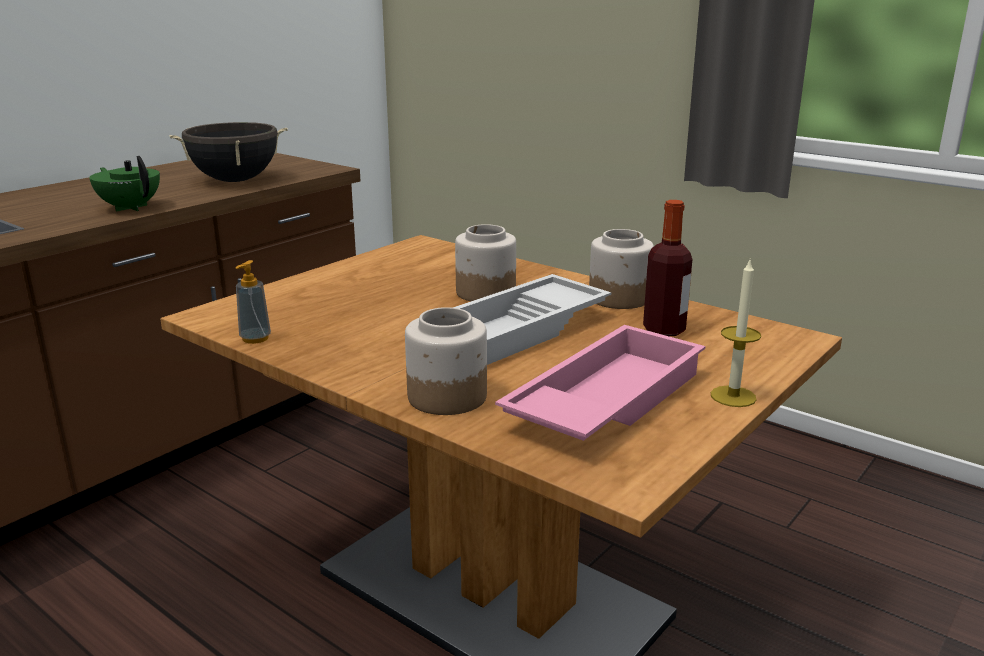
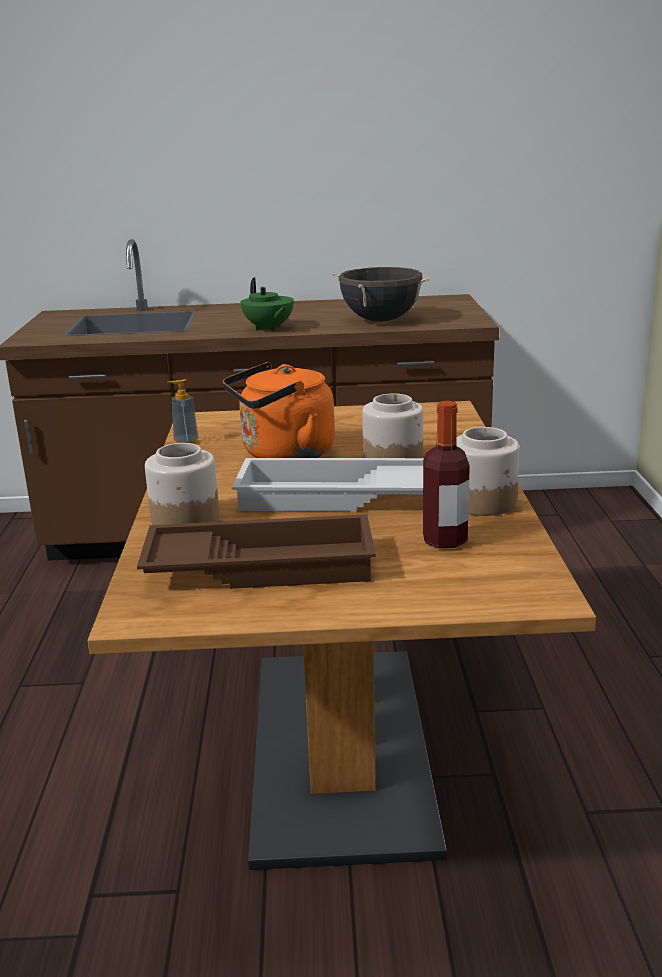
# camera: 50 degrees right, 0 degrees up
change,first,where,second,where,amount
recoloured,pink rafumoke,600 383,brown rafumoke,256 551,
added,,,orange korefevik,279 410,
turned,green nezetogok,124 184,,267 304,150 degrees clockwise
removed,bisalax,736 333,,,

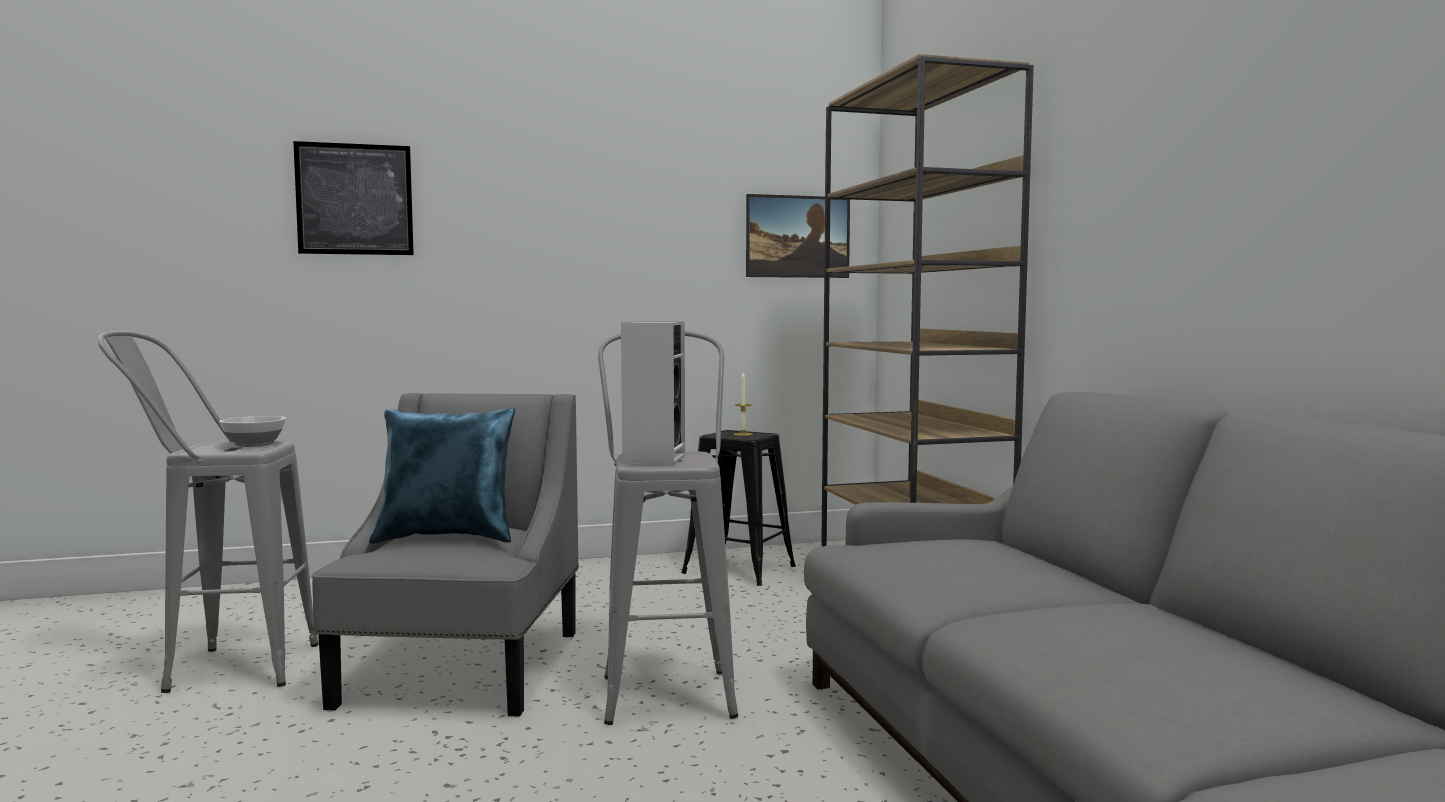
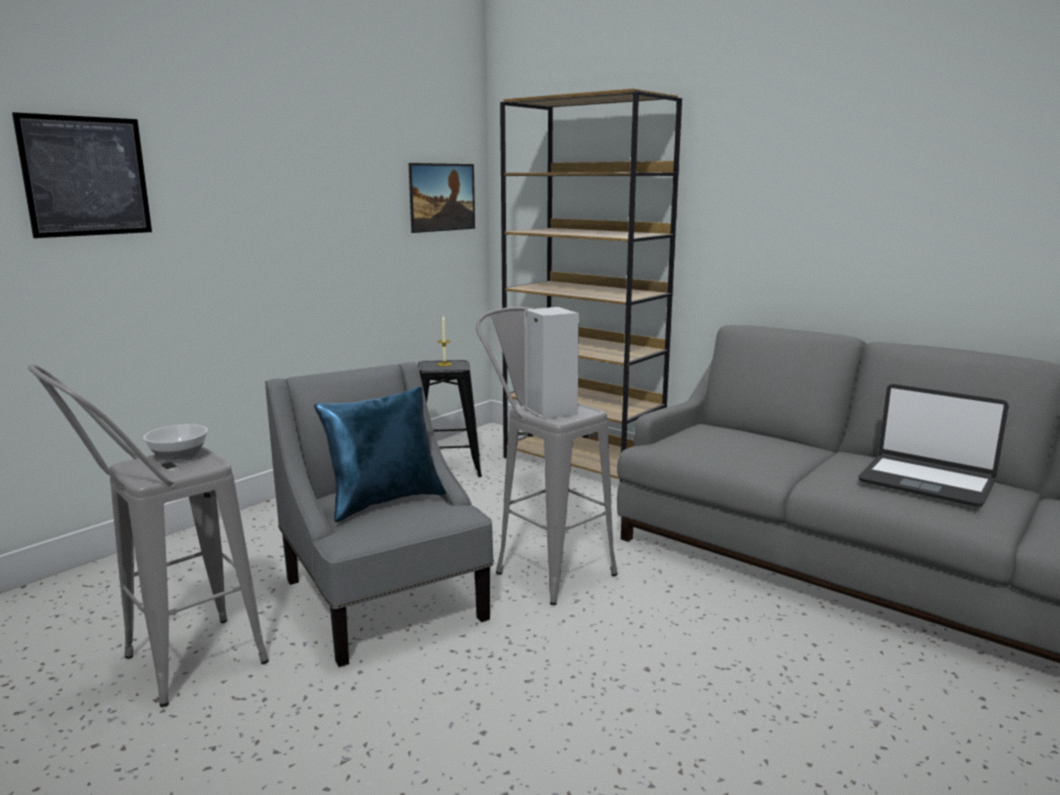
# camera: 35 degrees left, 10 degrees up
change,first,where,second,where,amount
added,,,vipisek,933 445,

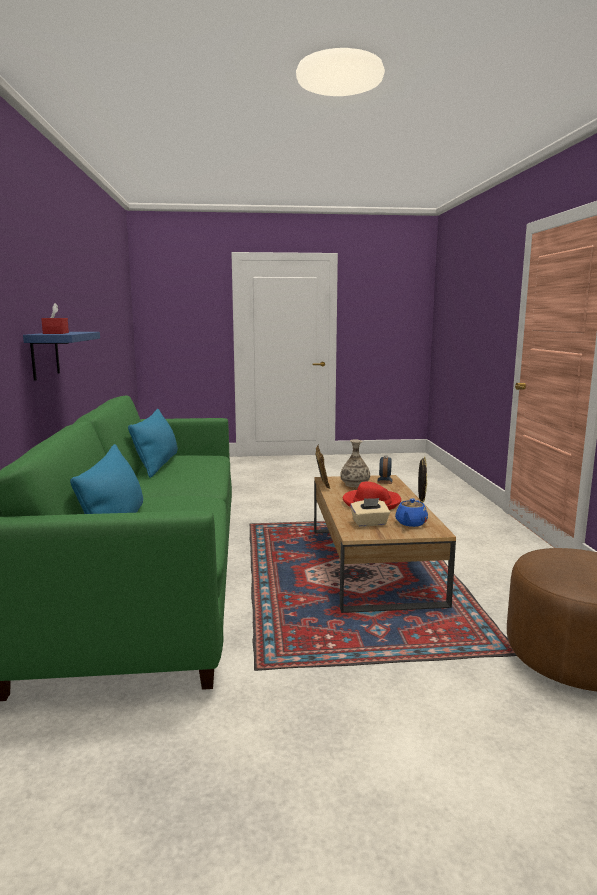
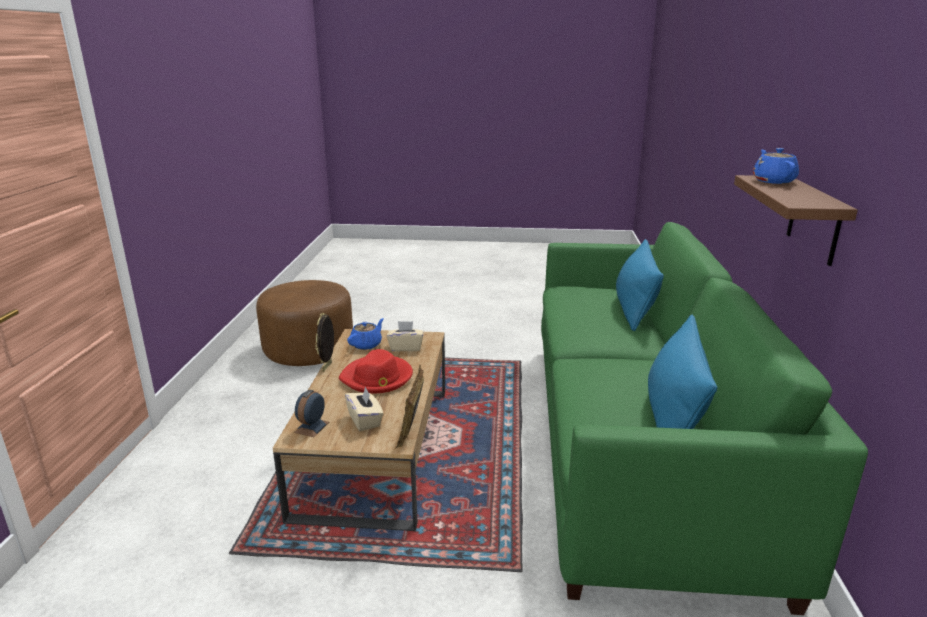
# camera: 170 degrees left, 10 degrees up
change,first,where,second,where,amount
replaced,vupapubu,355 463,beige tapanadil,364 408,
recoloured,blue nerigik,61 356,brown nerigik,796 220,
replaced,red tapanadil,55 318,blue nezetogok,776 166,

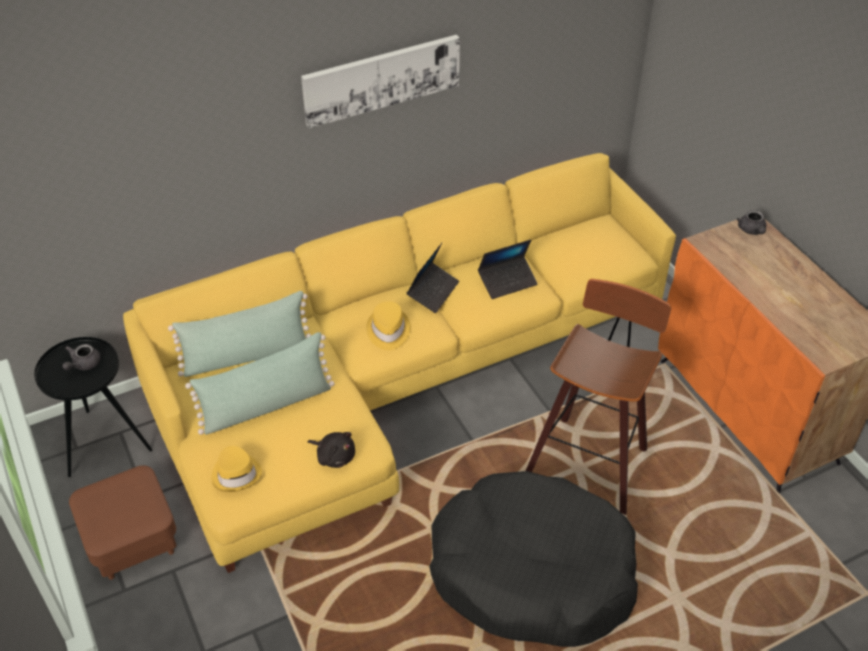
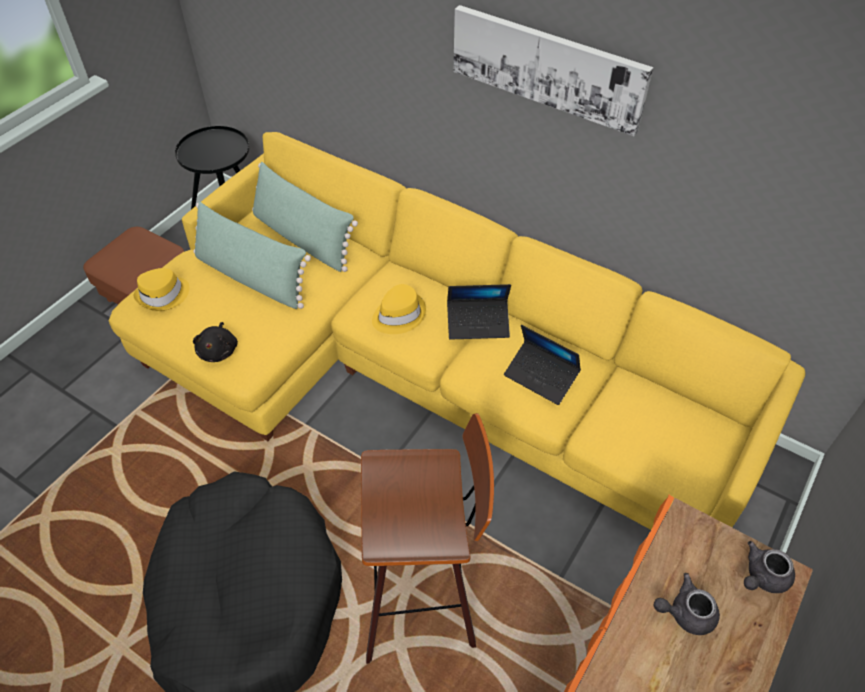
# camera: 60 degrees right, 5 degrees up
change,first,where,second,where,amount
moved,grey nezetogok,81 357,,687 604,

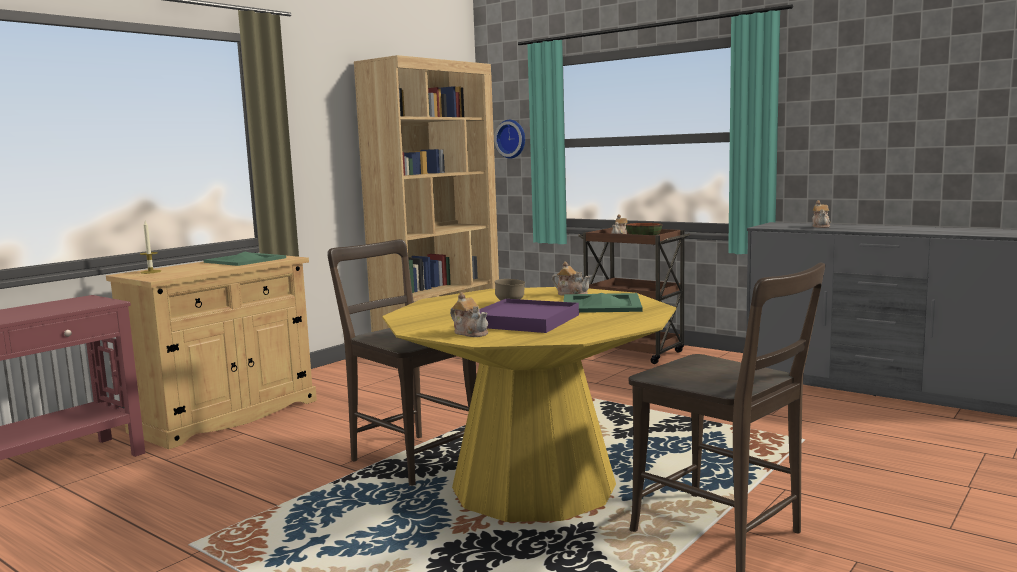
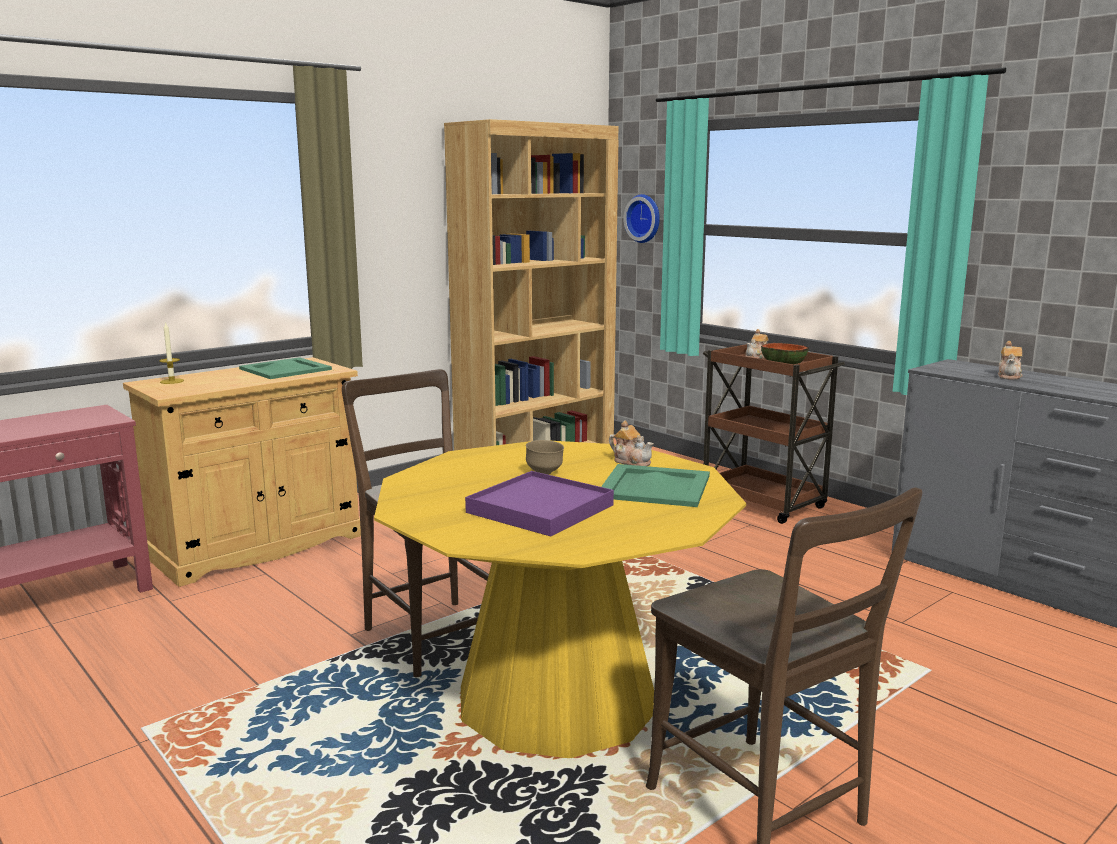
# camera: 10 degrees right, 5 degrees up
change,first,where,second,where,amount
removed,nezetogok,469 314,,,

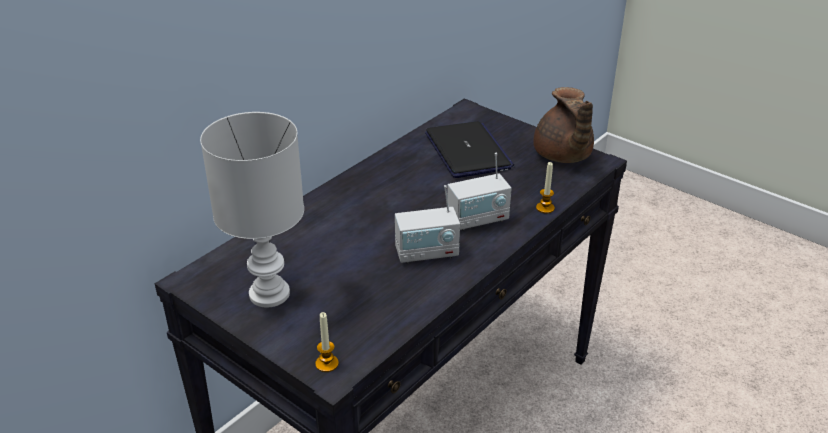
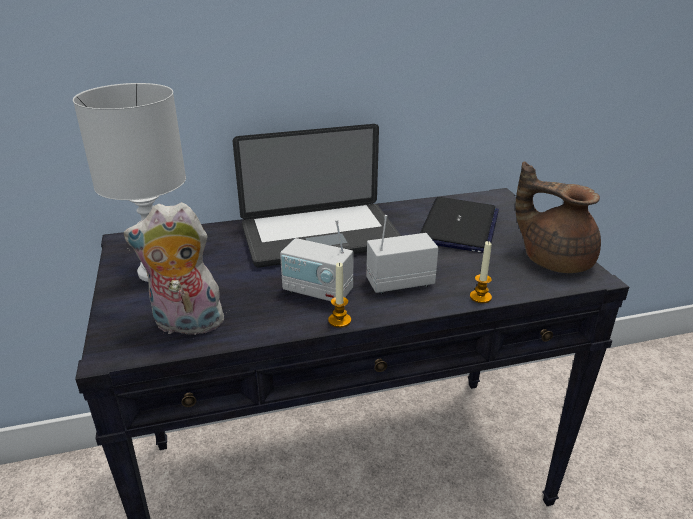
# camera: 35 degrees right, 5 degrees down
change,first,where,second,where,amount
added,,,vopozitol,177 270,
added,,,vipisek,317 195,
moved,bisalax,327 342,,339 295,
turned,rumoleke,479 192,,402 254,150 degrees clockwise
turned,brown nezetogok,563 125,,558 217,105 degrees clockwise

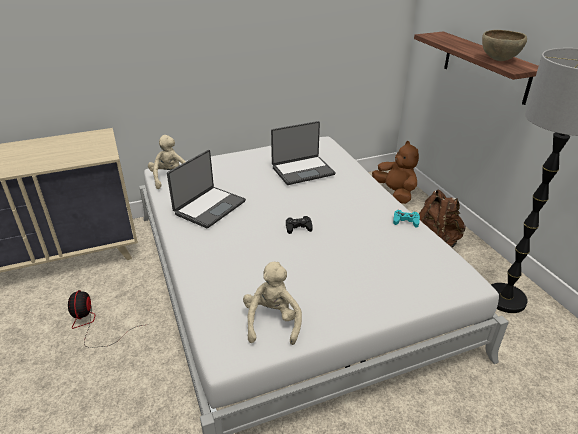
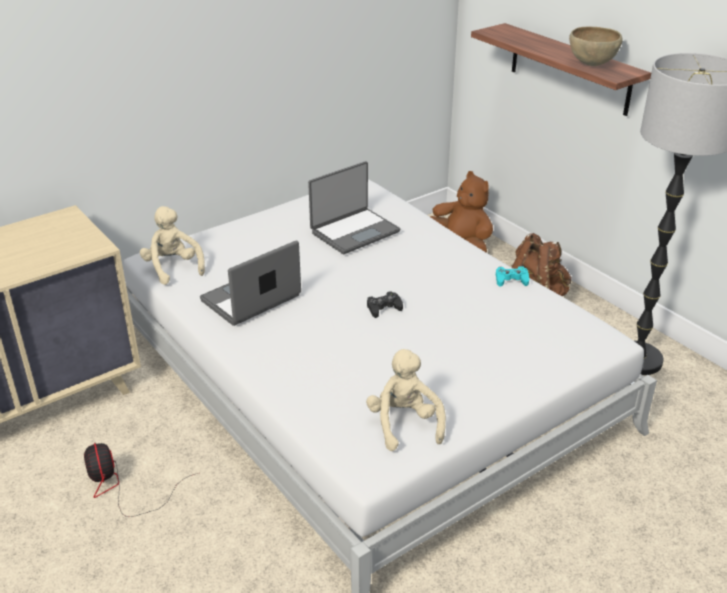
# camera: 15 degrees left, 0 degrees up
change,first,where,second,where,amount
turned,vipisek,206 189,,250 283,150 degrees counterclockwise

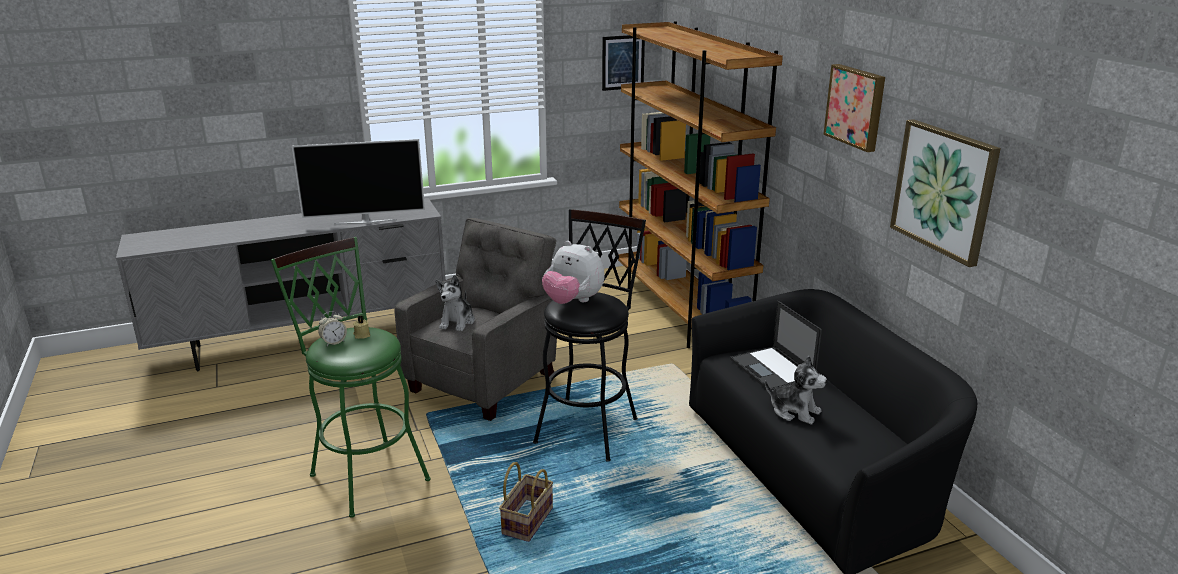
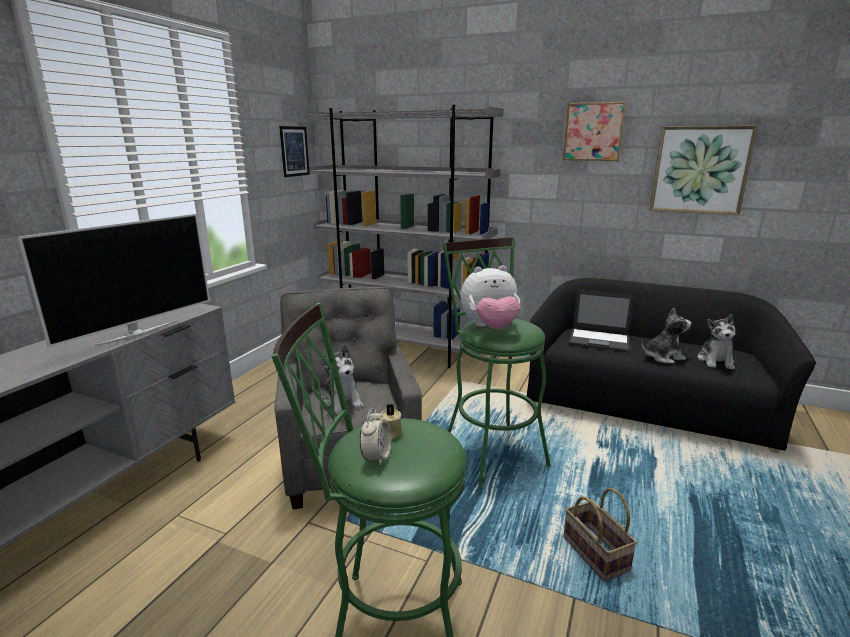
# camera: 45 degrees left, 5 degrees down
change,first,where,second,where,amount
recoloured,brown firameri,700 184,grey firameri,404 236,
recoloured,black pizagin,589 335,green pizagin,497 362,
added,,,vopozitol,716 342,

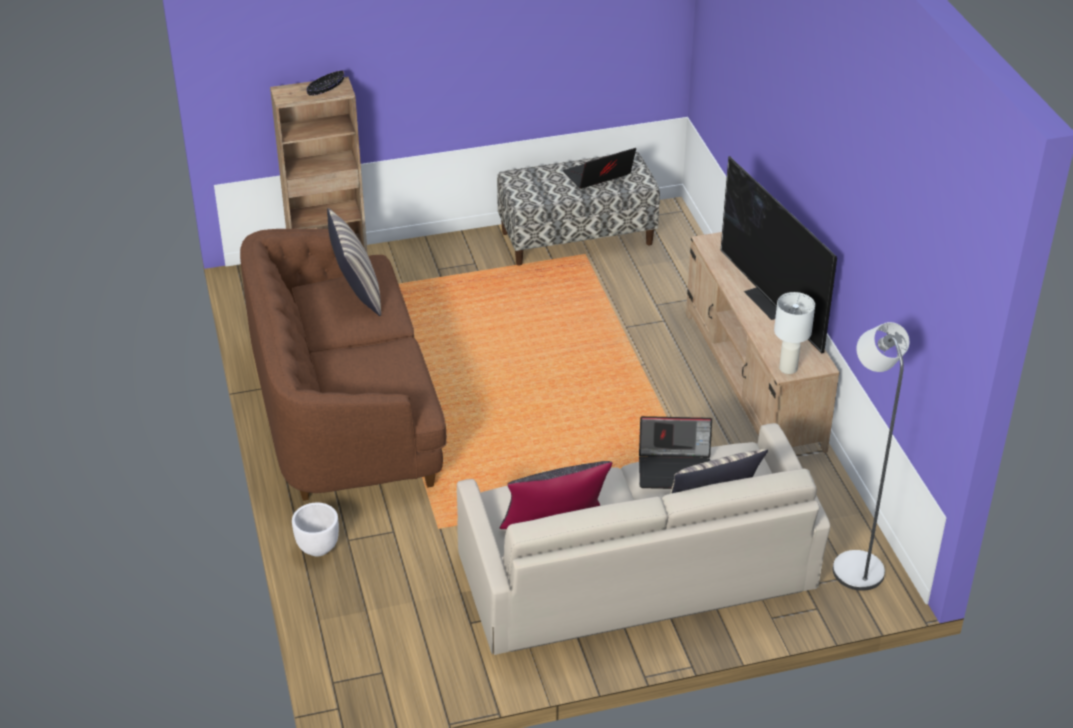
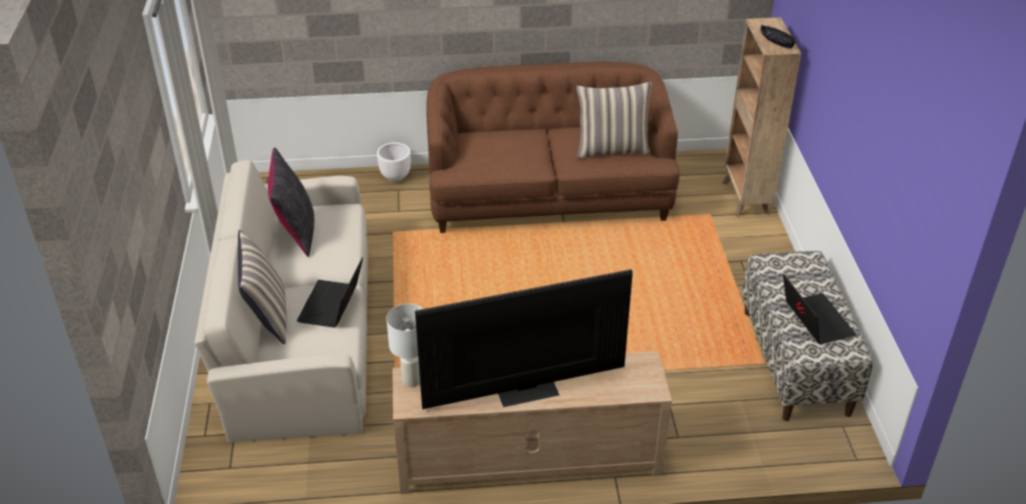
# camera: 100 degrees right, 0 degrees up
change,first,where,second,where,amount
removed,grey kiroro,871 456,,,

